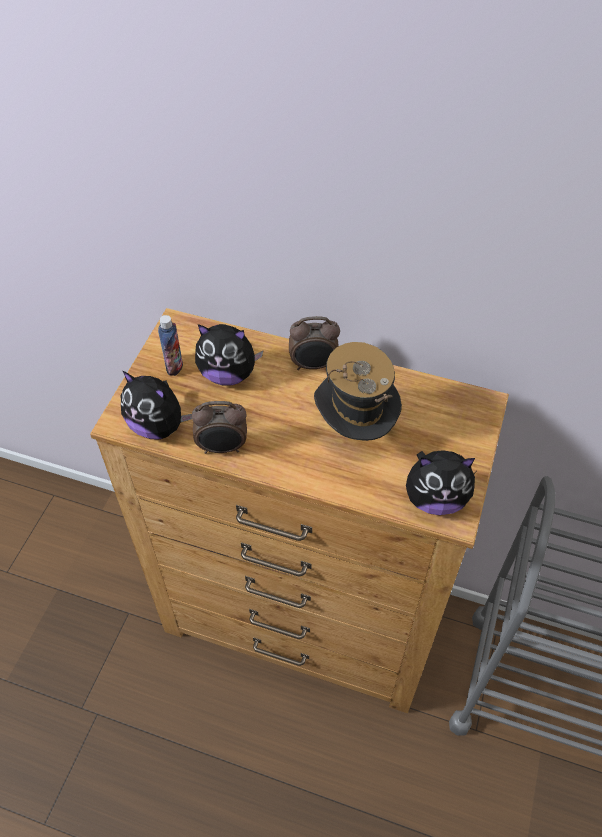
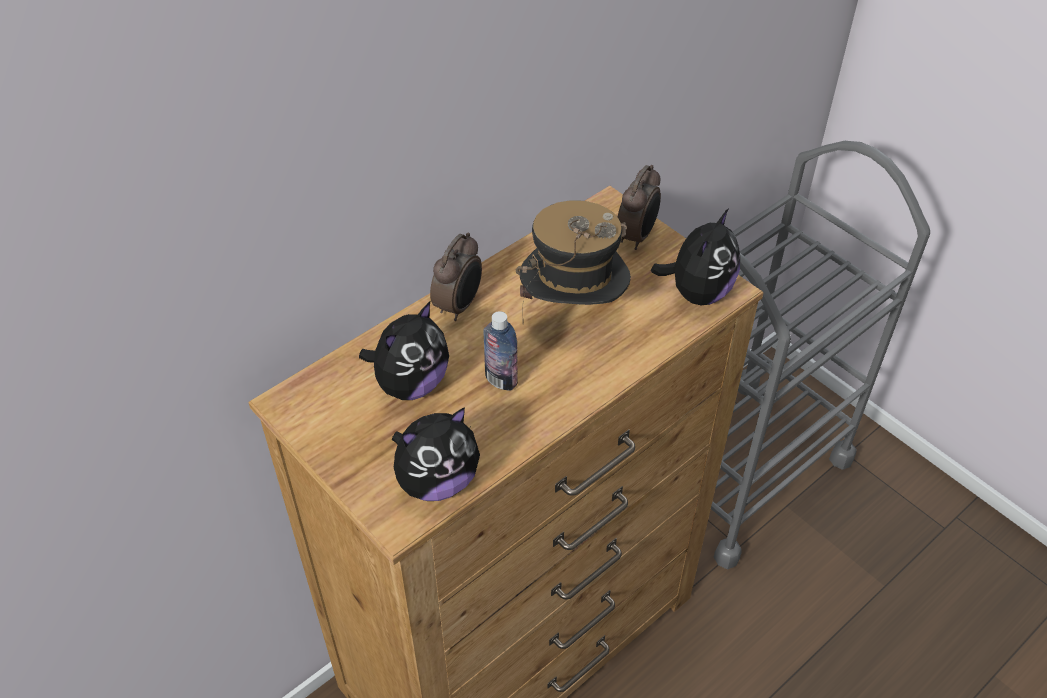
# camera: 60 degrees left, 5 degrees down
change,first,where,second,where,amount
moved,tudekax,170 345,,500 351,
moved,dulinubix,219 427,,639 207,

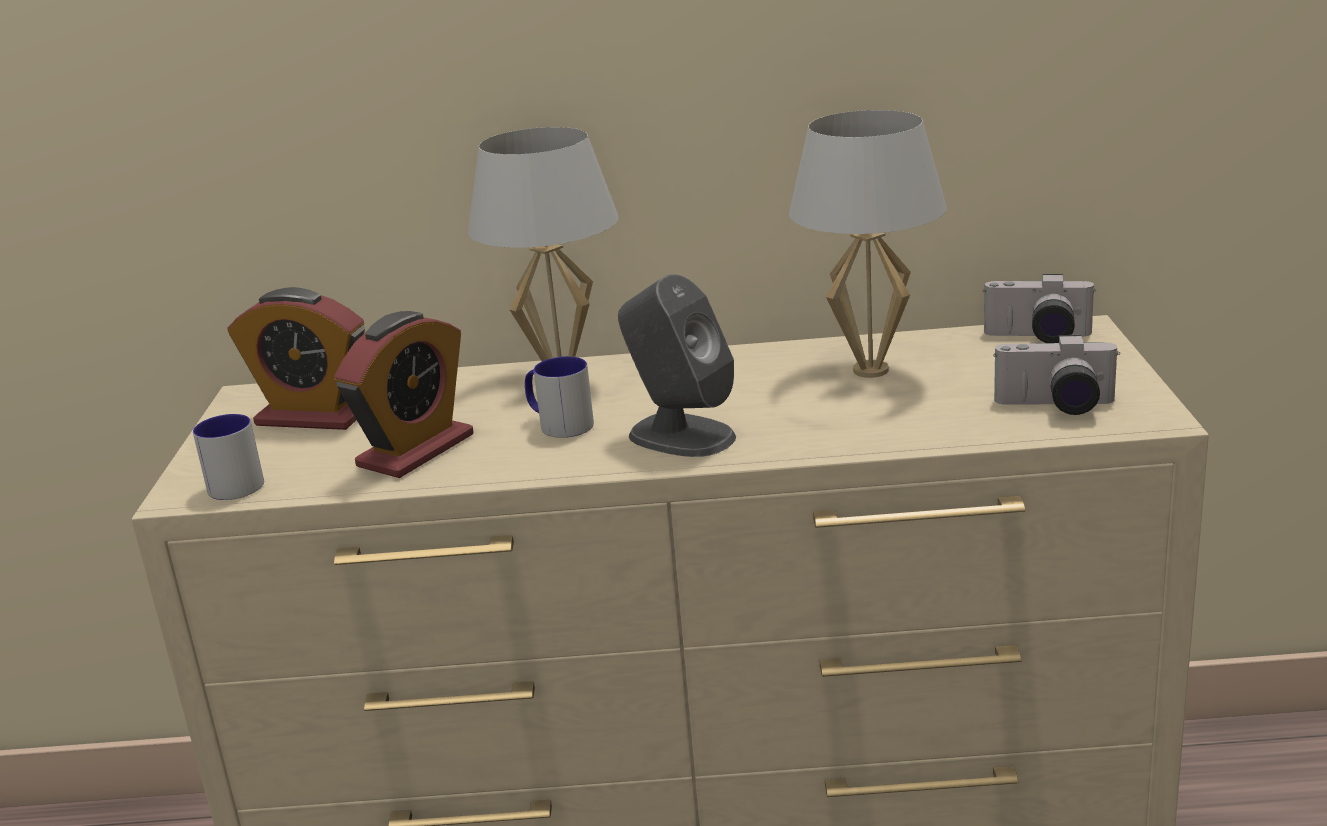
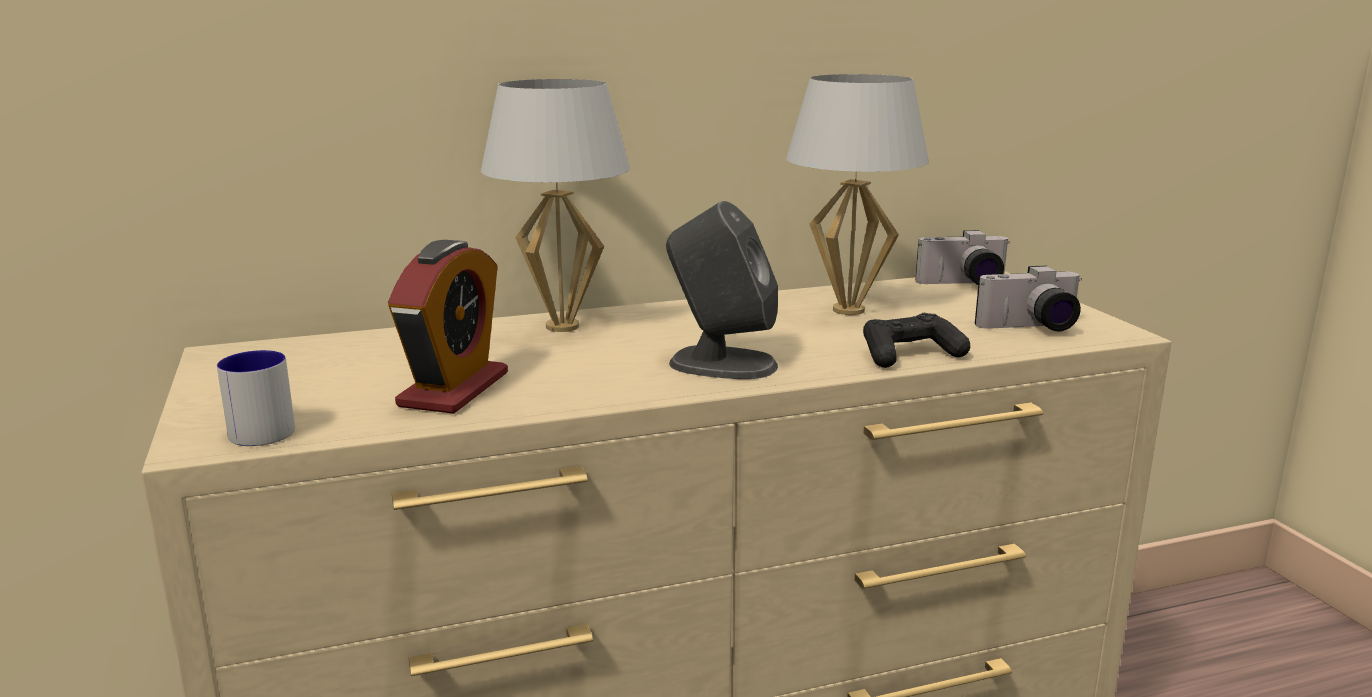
# camera: 20 degrees left, 5 degrees down
change,first,where,second,where,amount
added,,,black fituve,916 340,
removed,dulinubix,296 358,,,
removed,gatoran,559 397,,,

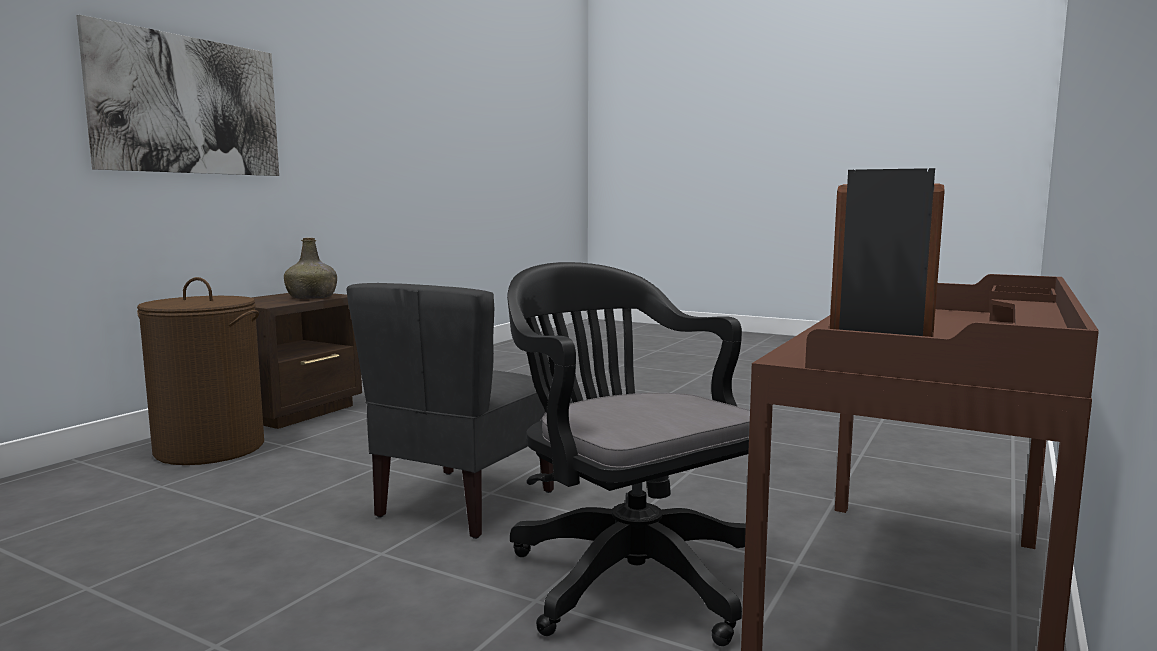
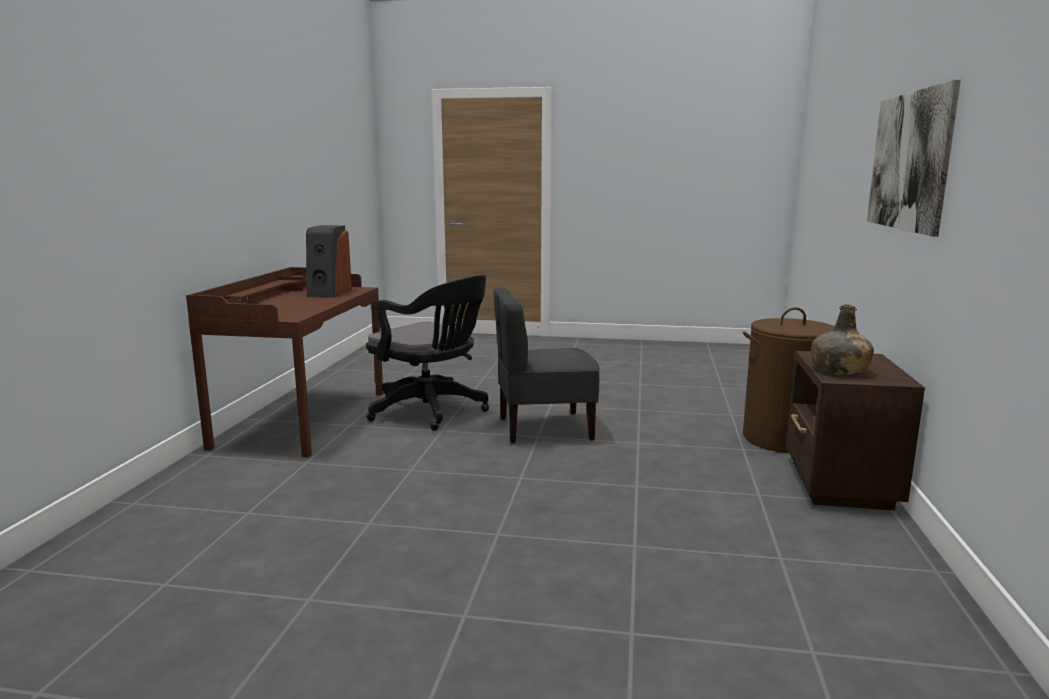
# camera: 160 degrees right, 5 degrees up
change,first,where,second,where,amount
turned,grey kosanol,450 411,,546 365,105 degrees counterclockwise

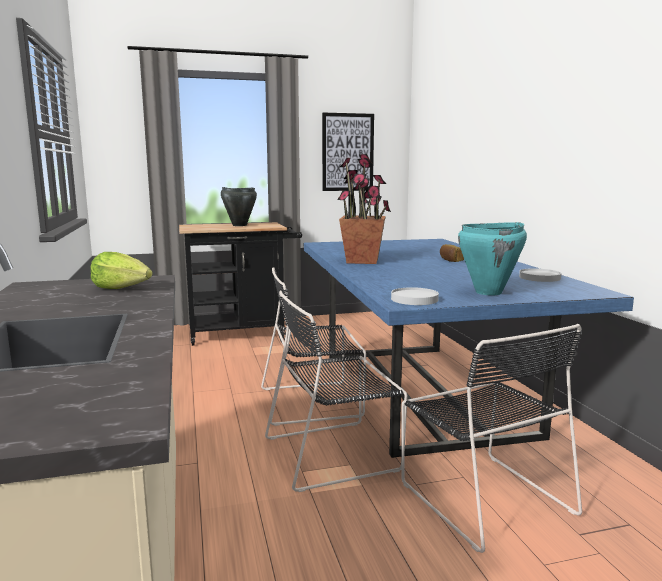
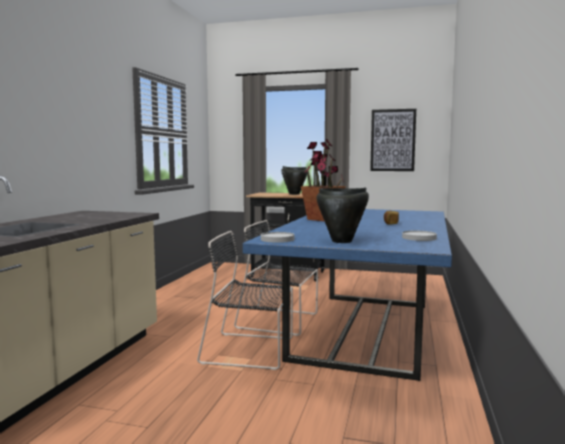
# camera: 30 degrees right, 5 degrees down
change,first,where,second,where,amount
recoloured,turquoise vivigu,492 258,black vivigu,342 215,
removed,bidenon,121 270,,,
removed,black kosanol,491 438,,,

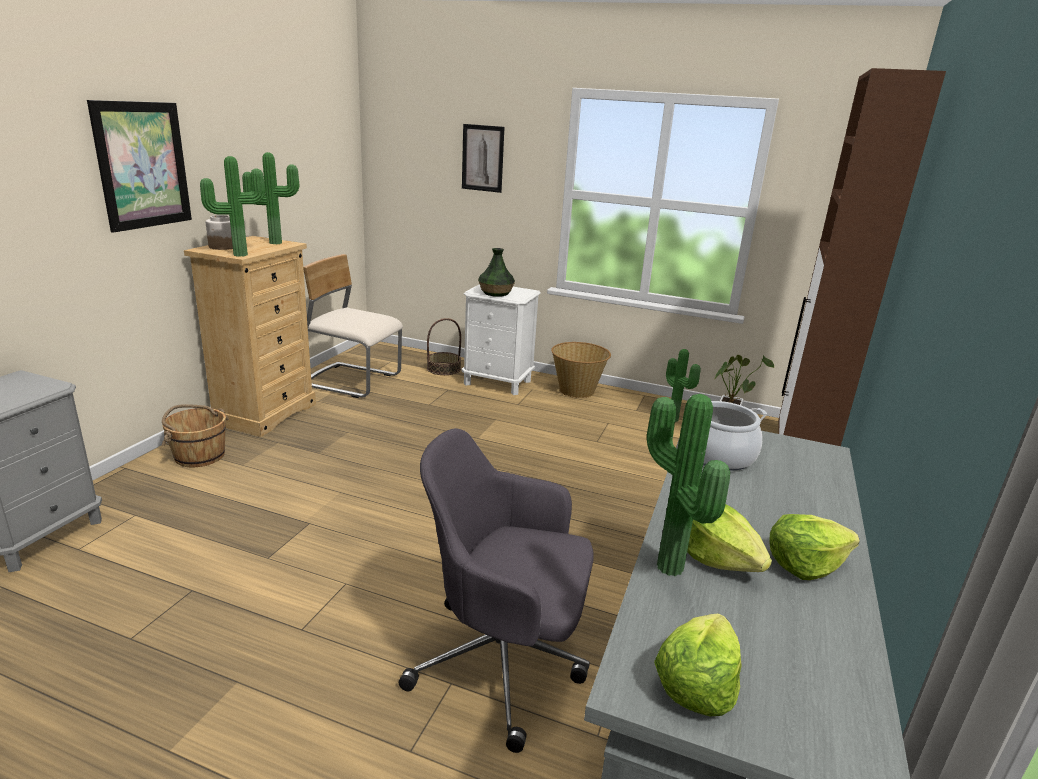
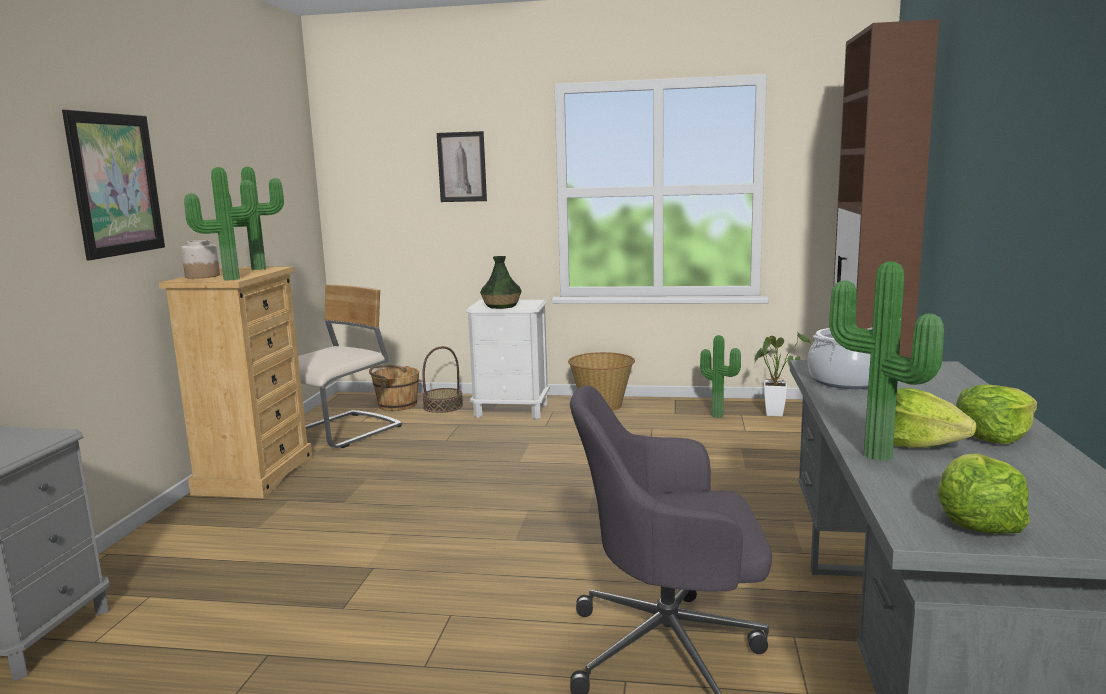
# camera: 10 degrees left, 10 degrees down
change,first,where,second,where,amount
turned,beige kosanol,353 326,,350 366,120 degrees clockwise
moved,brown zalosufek,195 435,,394 388,

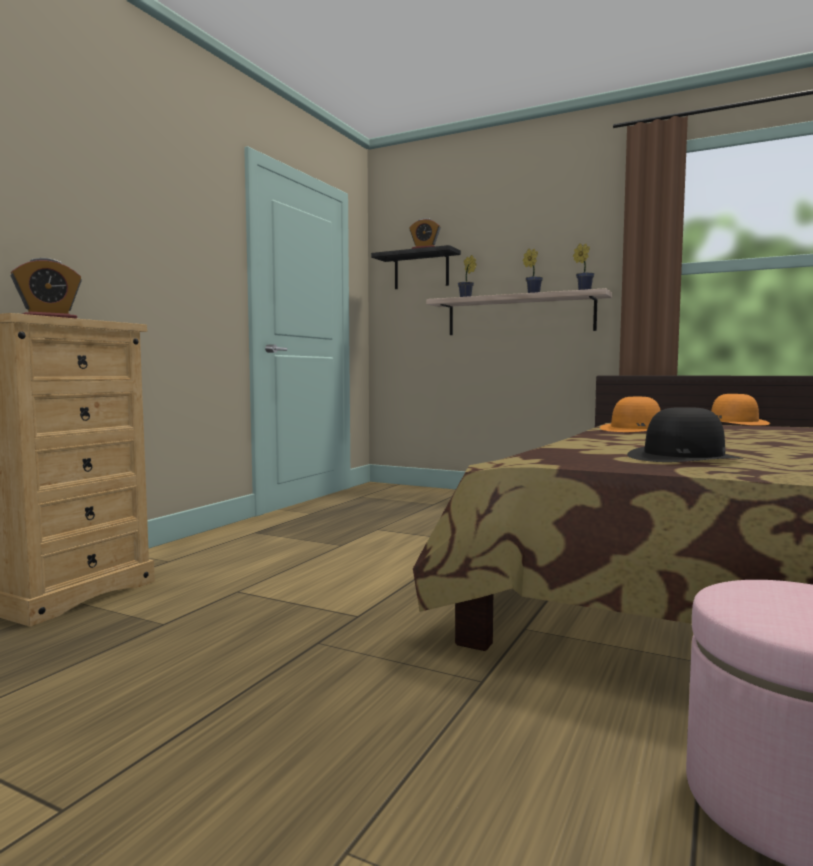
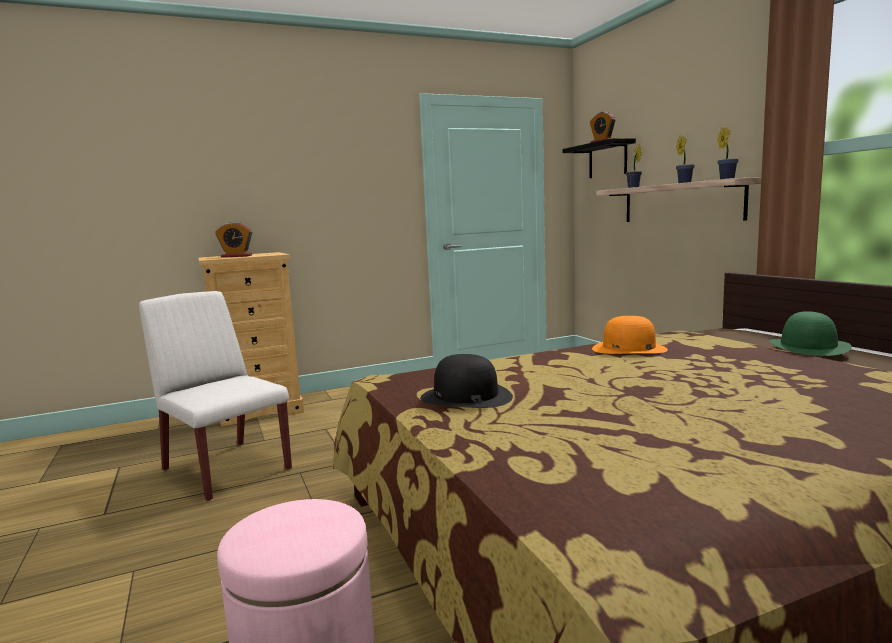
# camera: 40 degrees right, 5 degrees up
change,first,where,second,where,amount
added,,,white kosanol,215 396,
recoloured,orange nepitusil,740 409,green nepitusil,810 333,

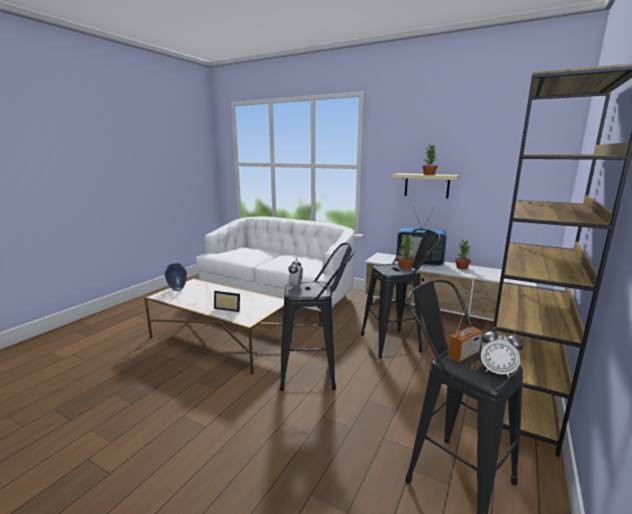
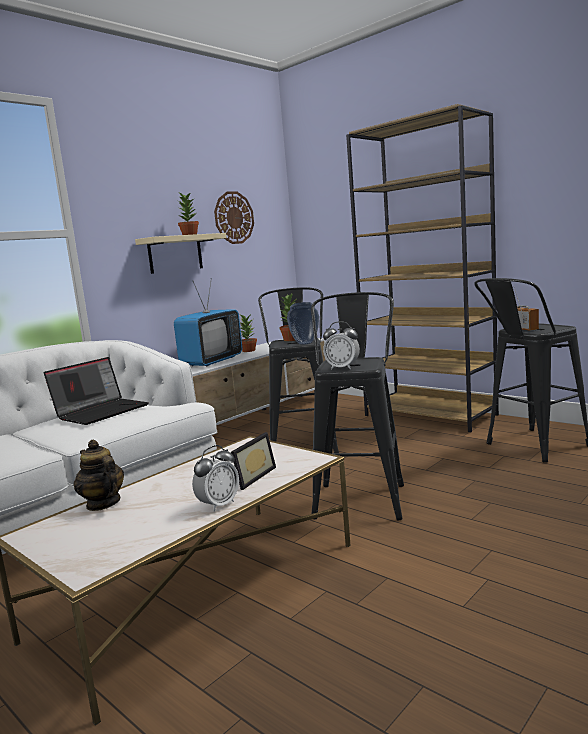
# camera: 75 degrees left, 5 degrees down
change,first,where,second,where,amount
added,,,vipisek,96 391,
added,,,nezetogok,99 475,
moved,dulinubix,502 352,,215 478,
added,,,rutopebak,234 217,
moved,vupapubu,176 277,,303 323,

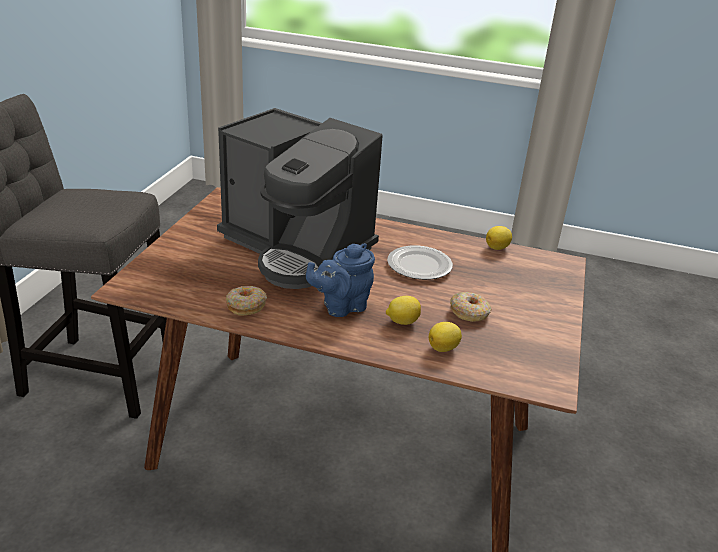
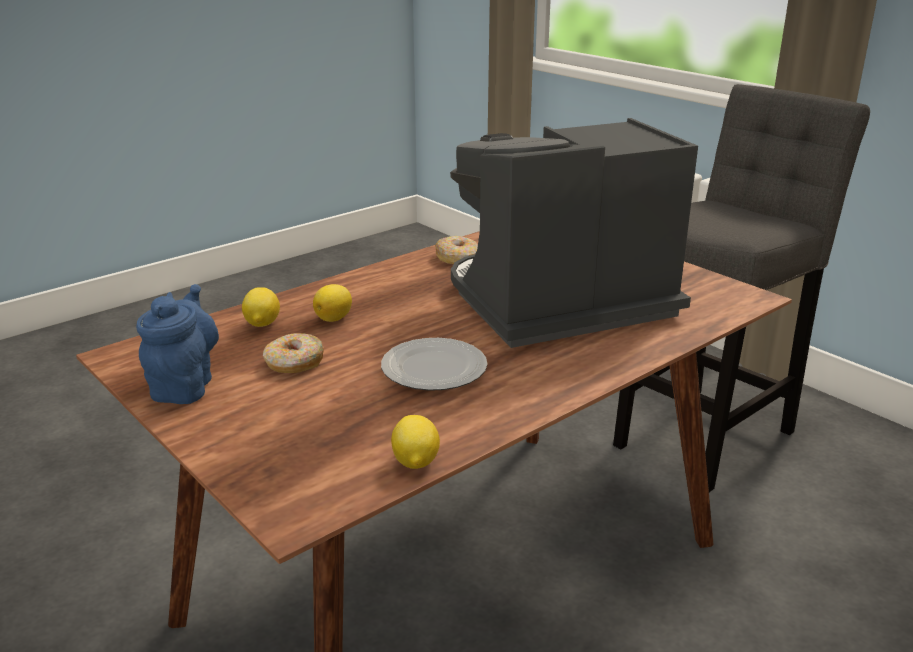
# camera: 125 degrees right, 5 degrees down
change,first,where,second,where,amount
moved,blue nezetogok,340 280,,177 344,

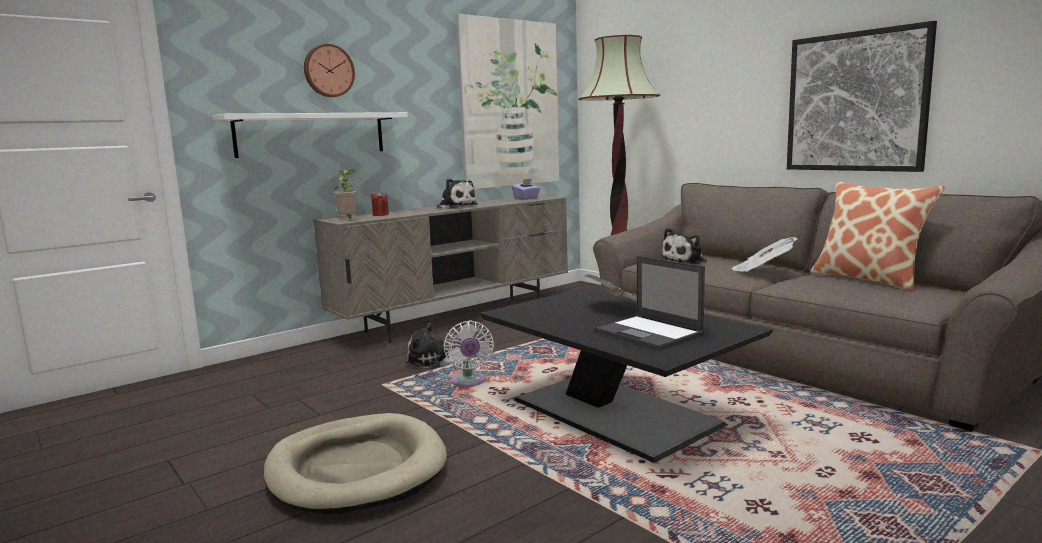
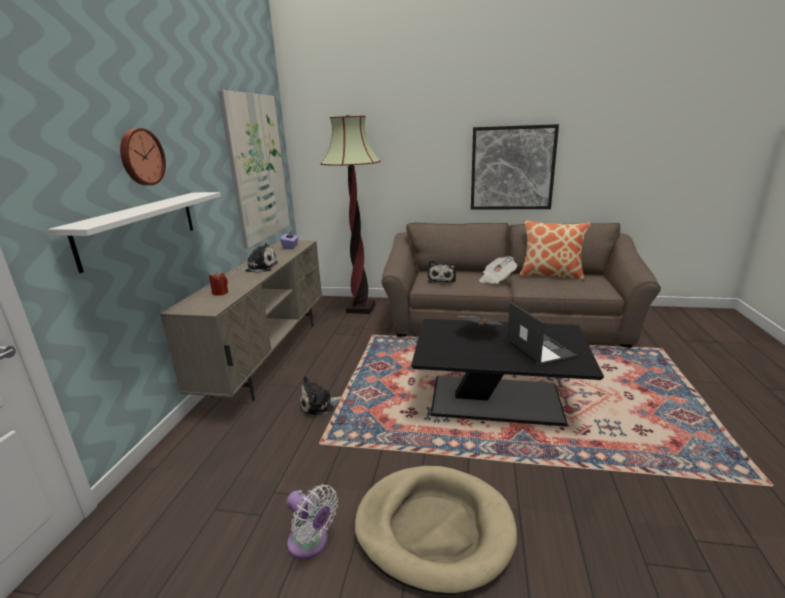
# camera: 40 degrees left, 10 degrees up
change,first,where,second,where,amount
moved,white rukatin,468 353,,312 521,
turned,vipisek,649 303,,542 334,120 degrees counterclockwise
removed,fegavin,345 194,,,

